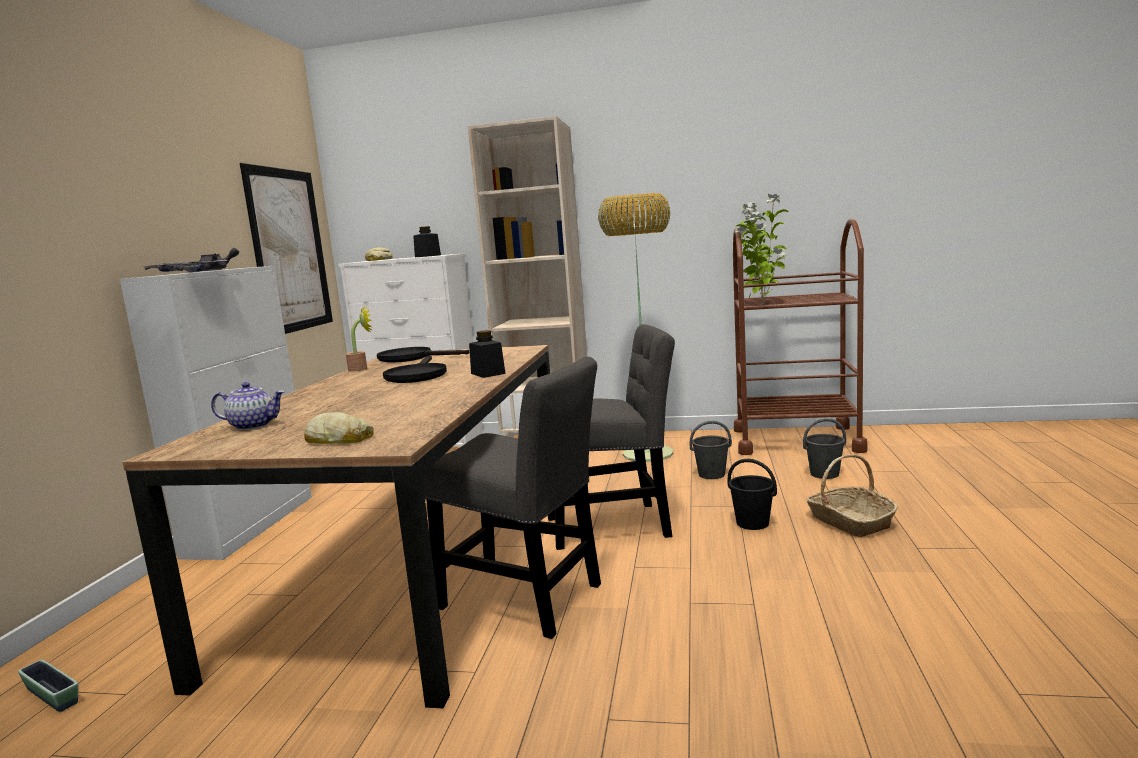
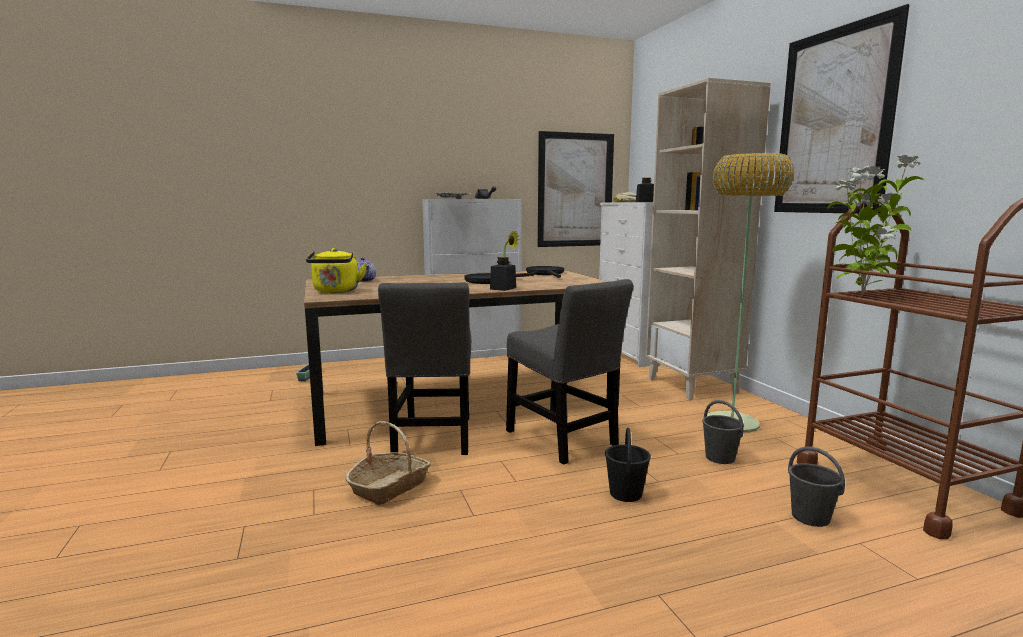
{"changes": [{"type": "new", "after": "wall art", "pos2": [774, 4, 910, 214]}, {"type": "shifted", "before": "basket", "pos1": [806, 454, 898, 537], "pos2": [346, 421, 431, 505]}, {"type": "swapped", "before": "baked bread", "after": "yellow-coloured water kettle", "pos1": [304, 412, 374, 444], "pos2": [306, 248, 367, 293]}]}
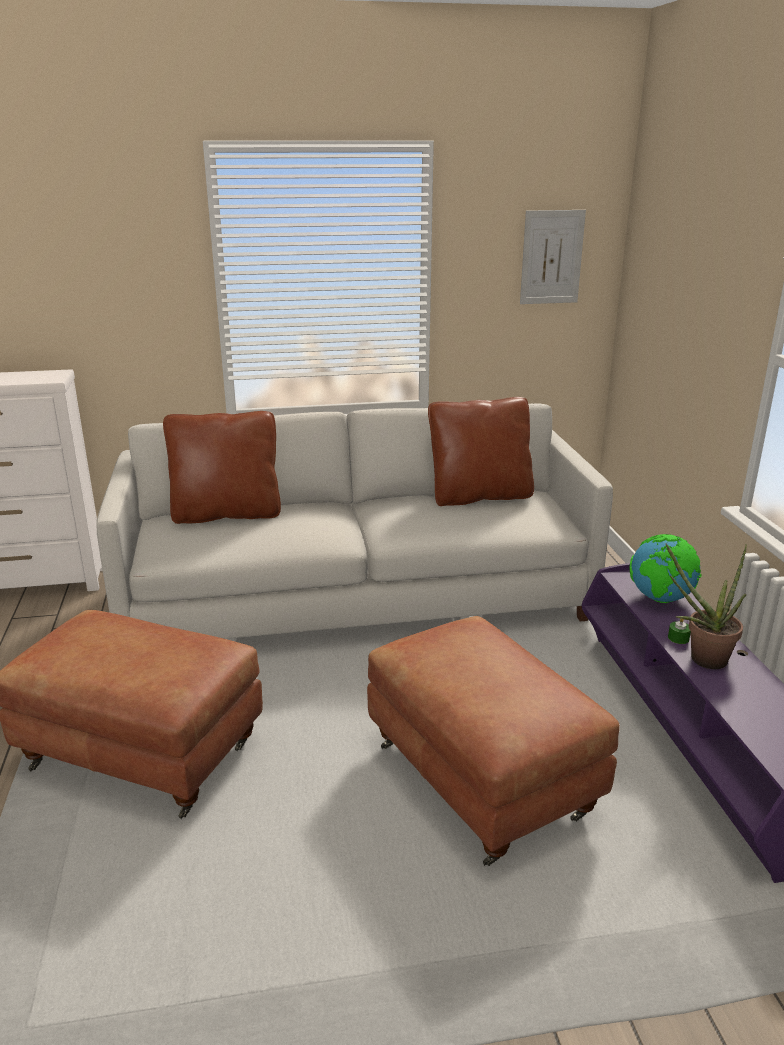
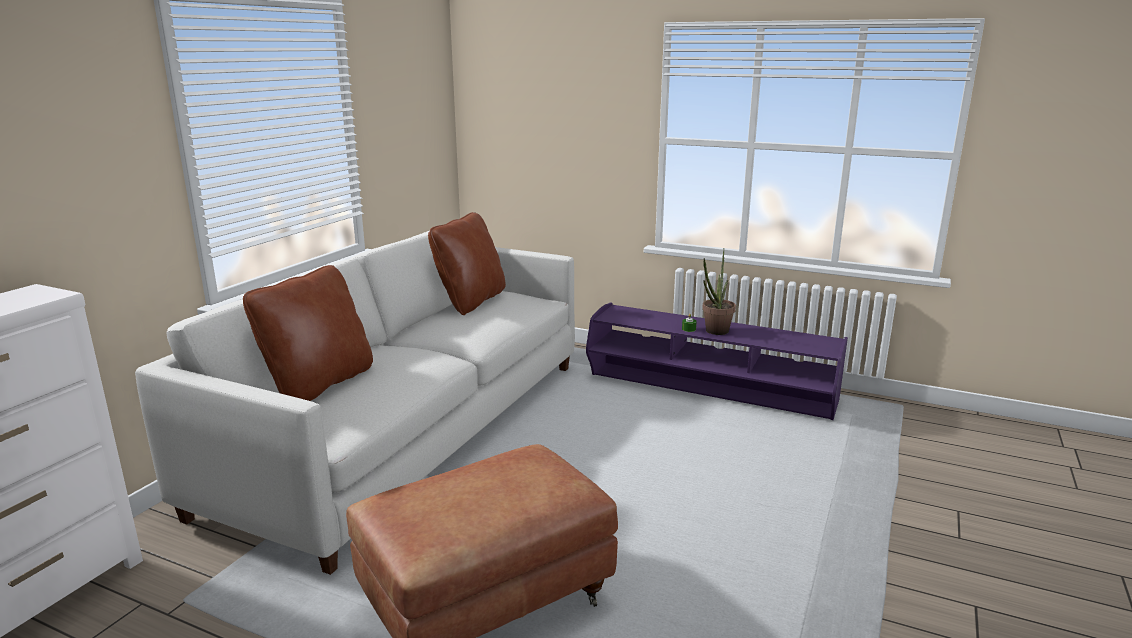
{"changes": [{"type": "gone", "before": "brown footrest", "pos1": [367, 616, 620, 866]}, {"type": "gone", "before": "wall art", "pos1": [520, 210, 586, 304]}, {"type": "gone", "before": "world globe", "pos1": [630, 534, 702, 603]}]}
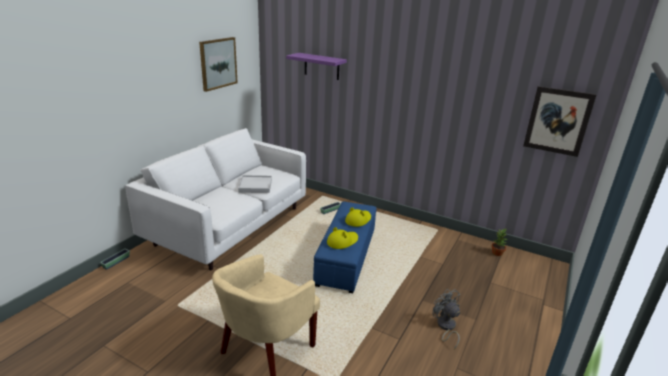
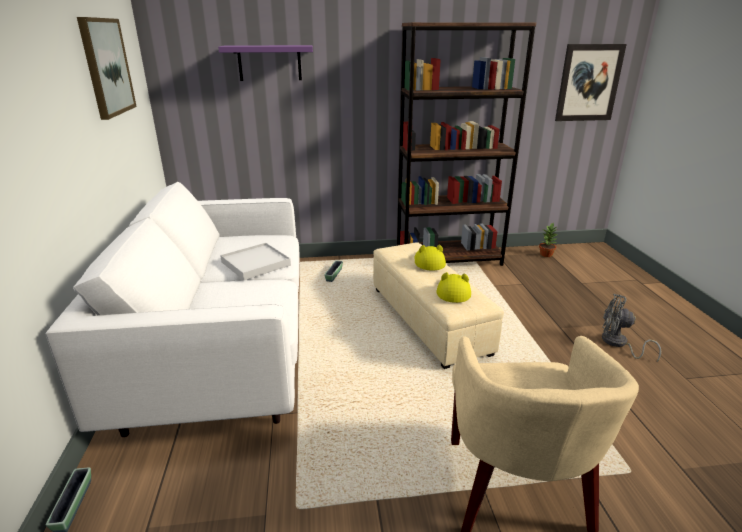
{"changes": [{"type": "new", "after": "brown bookcase", "pos2": [397, 22, 536, 266]}, {"type": "repainted", "before": "blue-coloured footrest", "after": "sand-coloured footrest", "pos1": [313, 201, 377, 293], "pos2": [373, 242, 504, 369]}]}
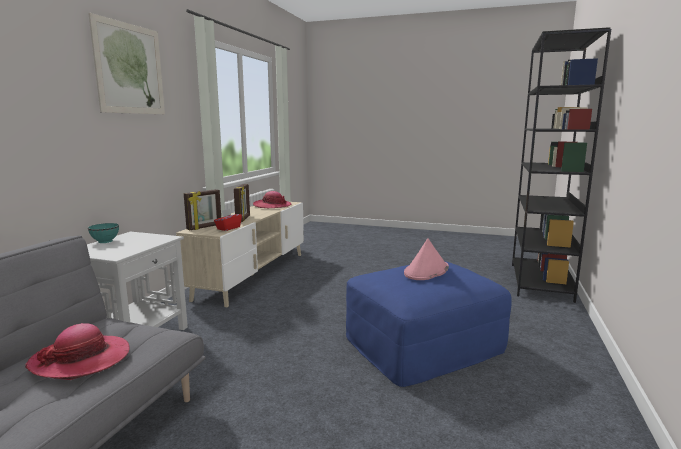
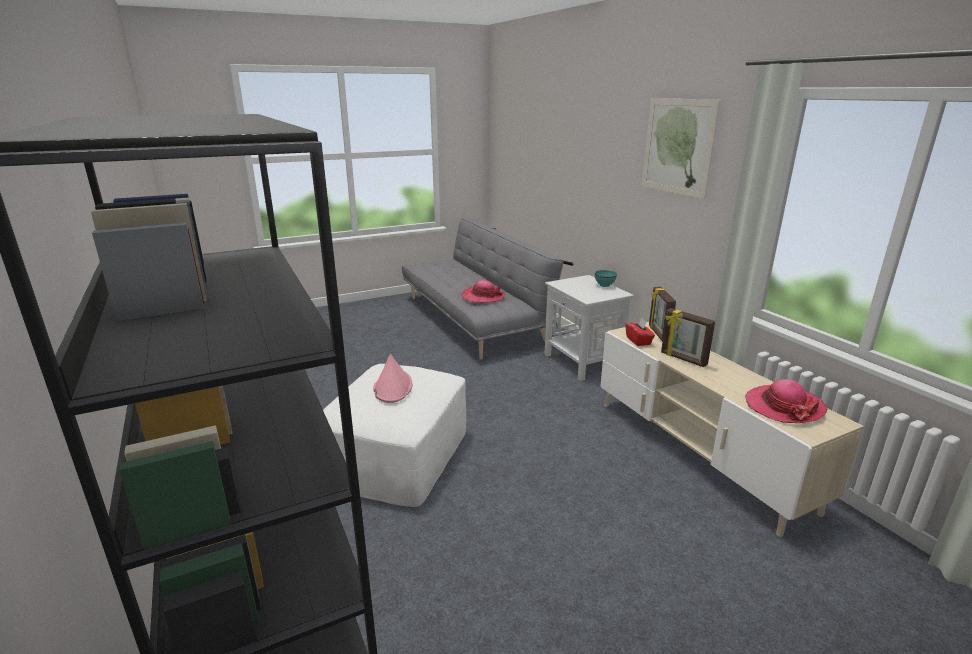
{"changes": [{"type": "repainted", "before": "blue-coloured footrest", "after": "white footrest", "pos1": [346, 261, 512, 387], "pos2": [323, 364, 466, 507]}]}
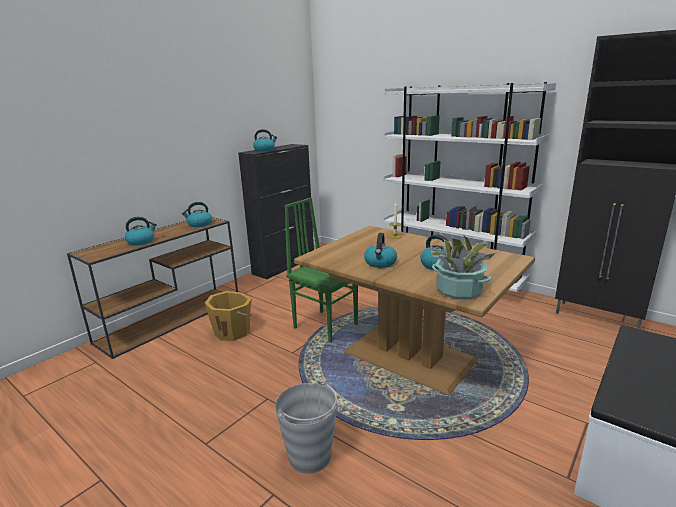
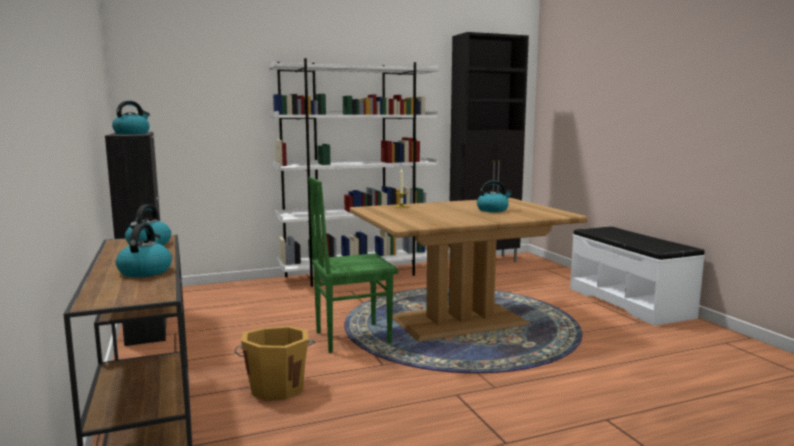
{"changes": [{"type": "gone", "before": "gray bucket", "pos1": [275, 380, 337, 474]}, {"type": "gone", "before": "water kettle", "pos1": [364, 233, 397, 268]}, {"type": "gone", "before": "potted plant", "pos1": [431, 235, 497, 299]}]}
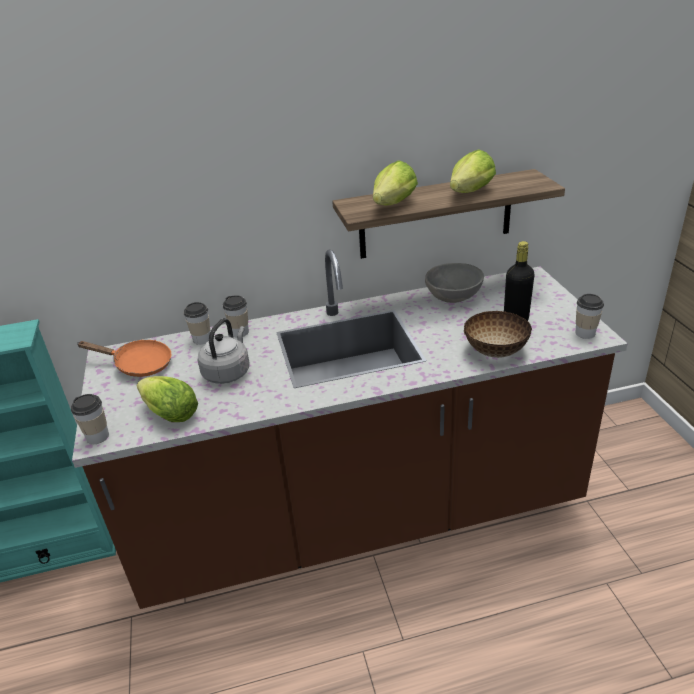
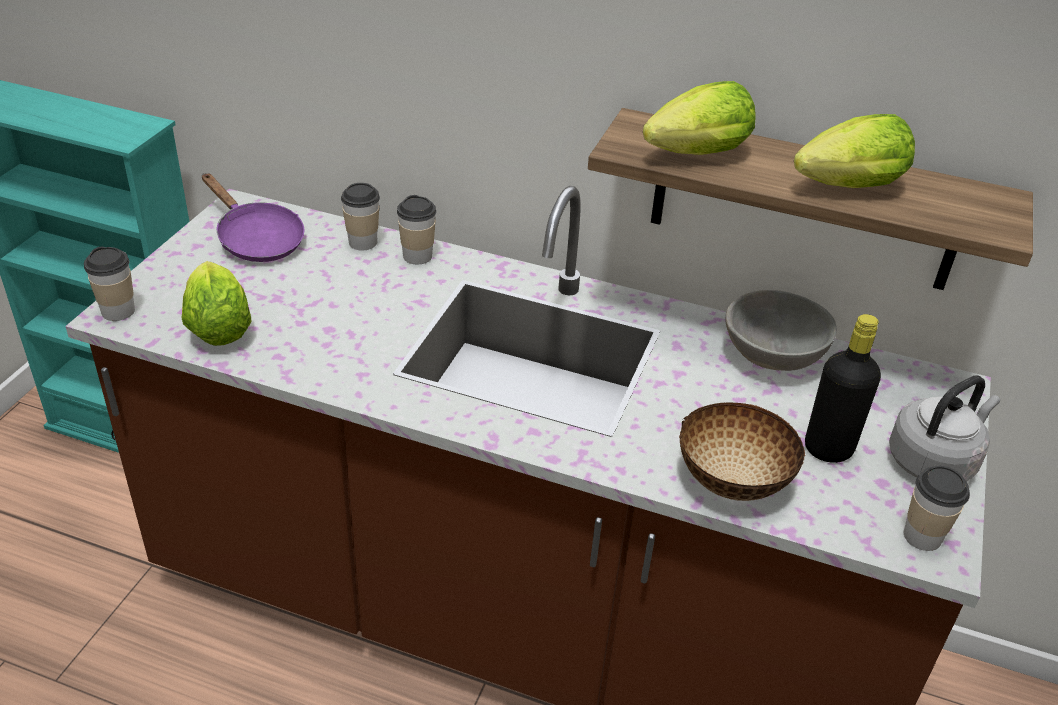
{"changes": [{"type": "shifted", "before": "gray water kettle", "pos1": [198, 318, 249, 384], "pos2": [889, 375, 1000, 481]}, {"type": "repainted", "before": "orange skillet", "after": "purplish skillet", "pos1": [78, 340, 172, 377], "pos2": [202, 173, 305, 262]}]}
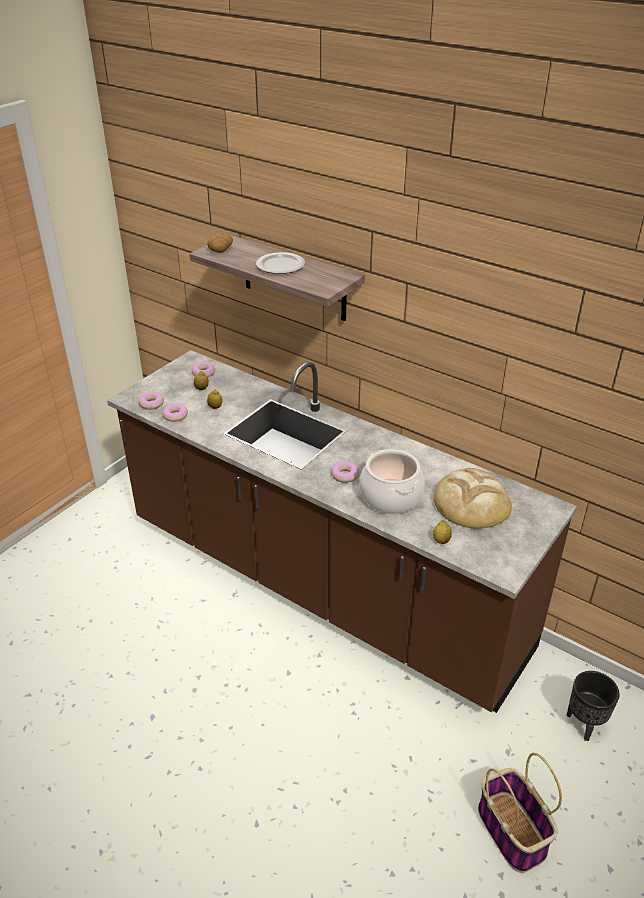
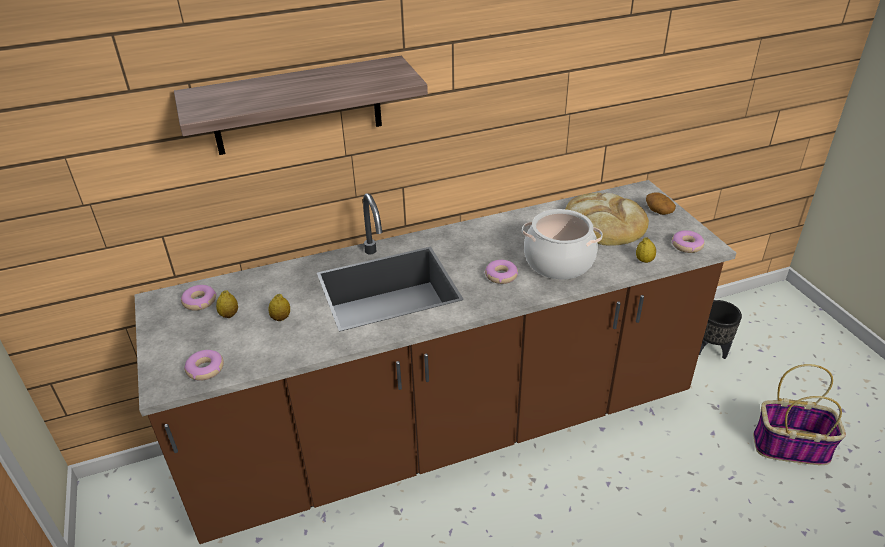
{"changes": [{"type": "gone", "before": "flat dish", "pos1": [256, 252, 305, 274]}, {"type": "shifted", "before": "ring doughnut", "pos1": [162, 404, 188, 422], "pos2": [672, 230, 705, 253]}, {"type": "shifted", "before": "spud", "pos1": [208, 233, 233, 253], "pos2": [646, 192, 676, 215]}]}
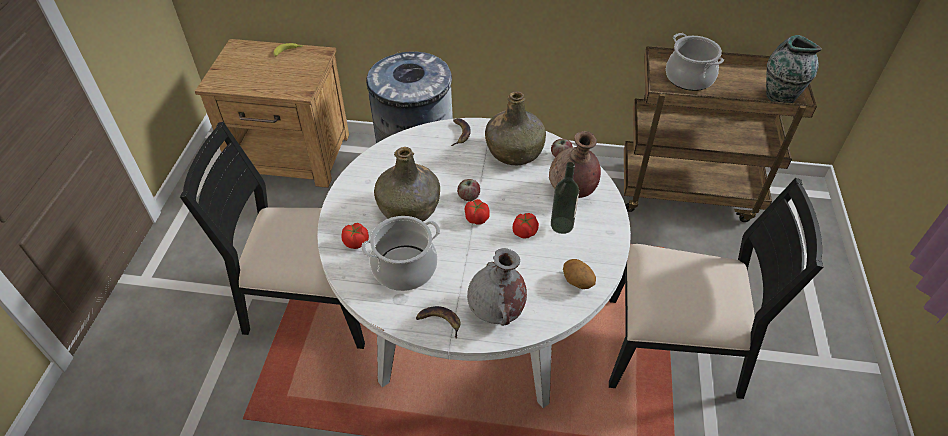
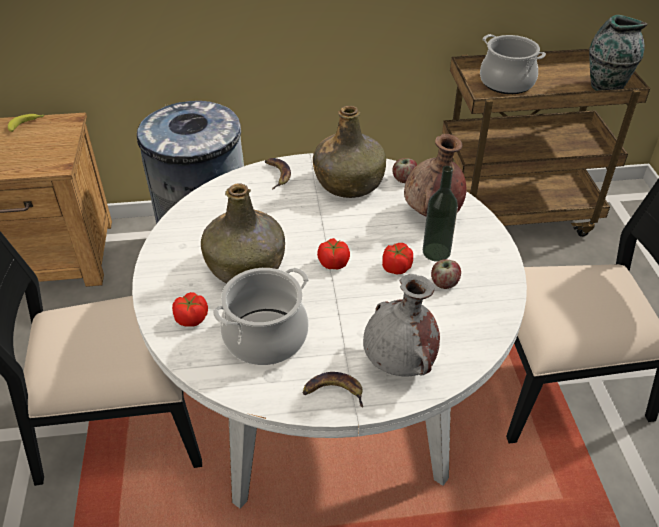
{"changes": [{"type": "gone", "before": "spud", "pos1": [563, 259, 596, 289]}, {"type": "shifted", "before": "apple fruit", "pos1": [457, 179, 480, 201], "pos2": [431, 259, 461, 289]}]}
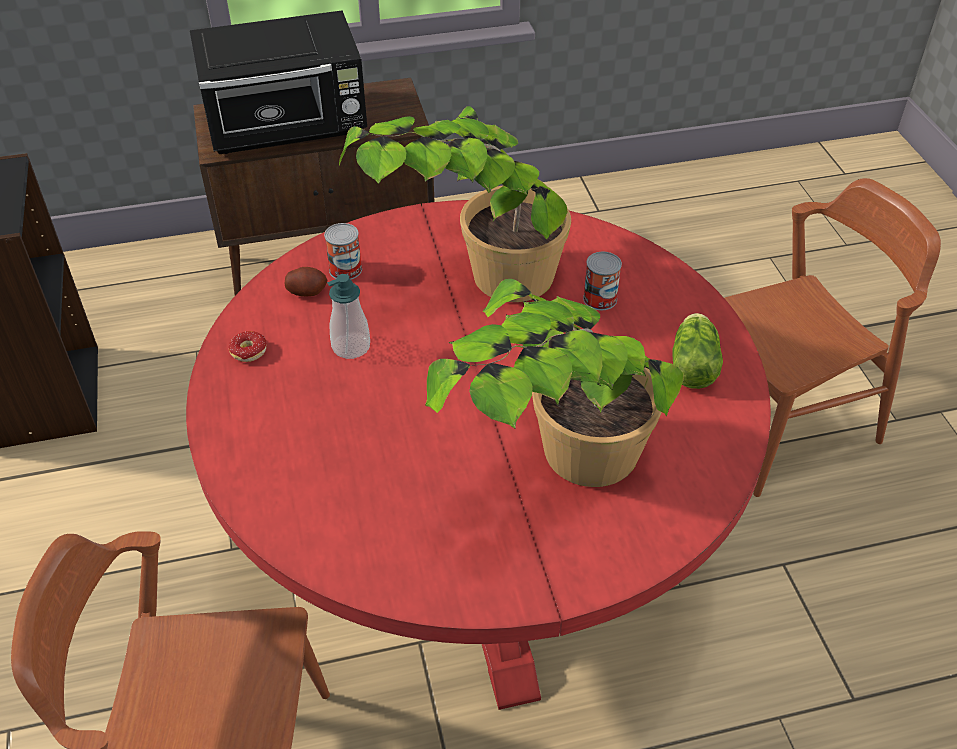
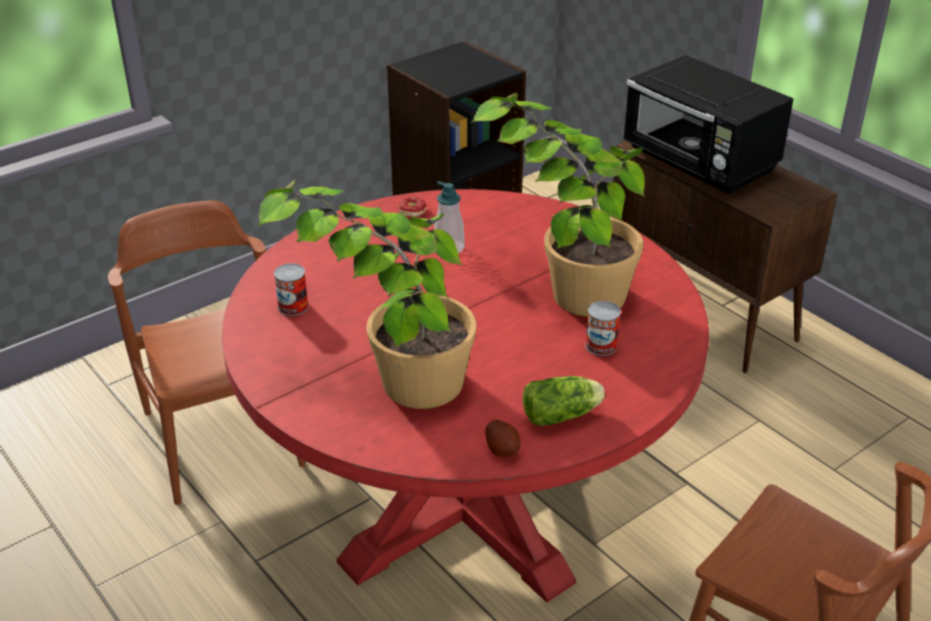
{"changes": [{"type": "shifted", "before": "spud", "pos1": [285, 267, 327, 297], "pos2": [485, 420, 521, 457]}, {"type": "shifted", "before": "metal can", "pos1": [324, 223, 362, 280], "pos2": [274, 263, 308, 316]}]}
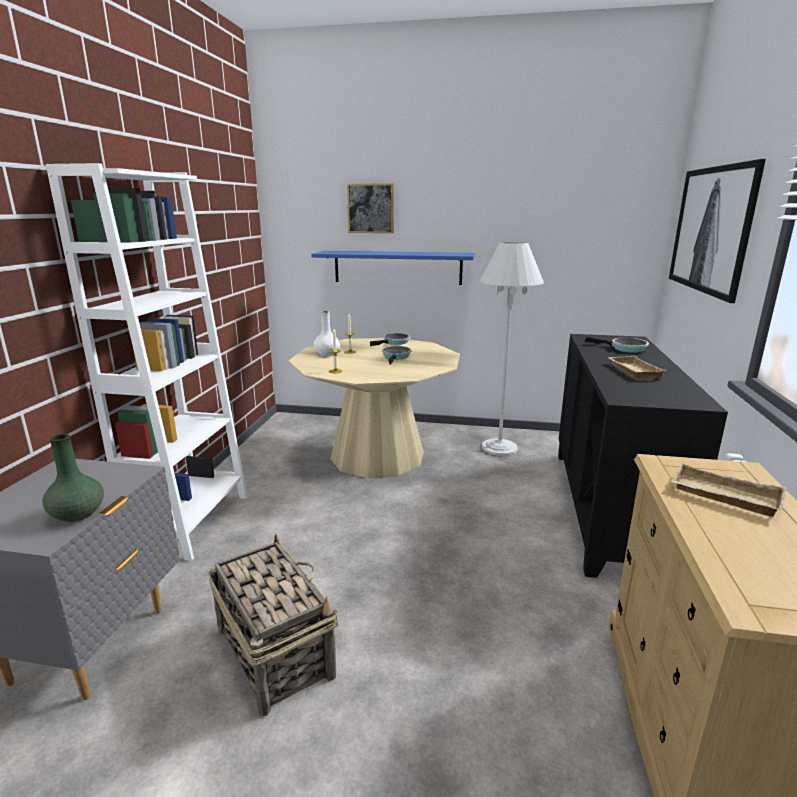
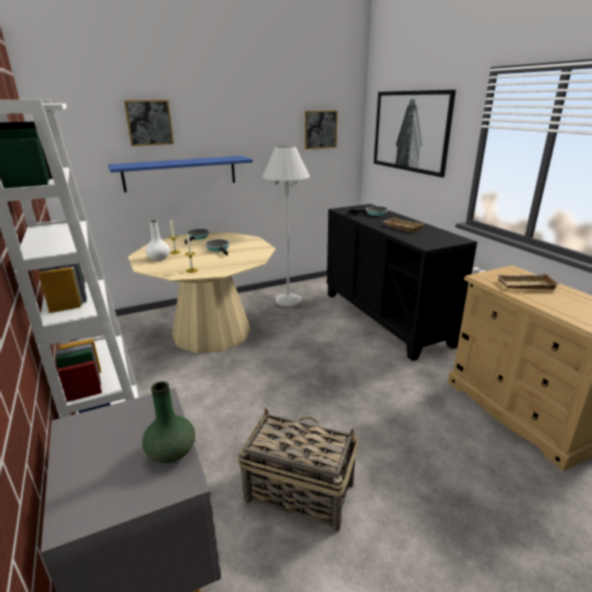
{"changes": [{"type": "new", "after": "wall art", "pos2": [305, 110, 338, 149]}]}
